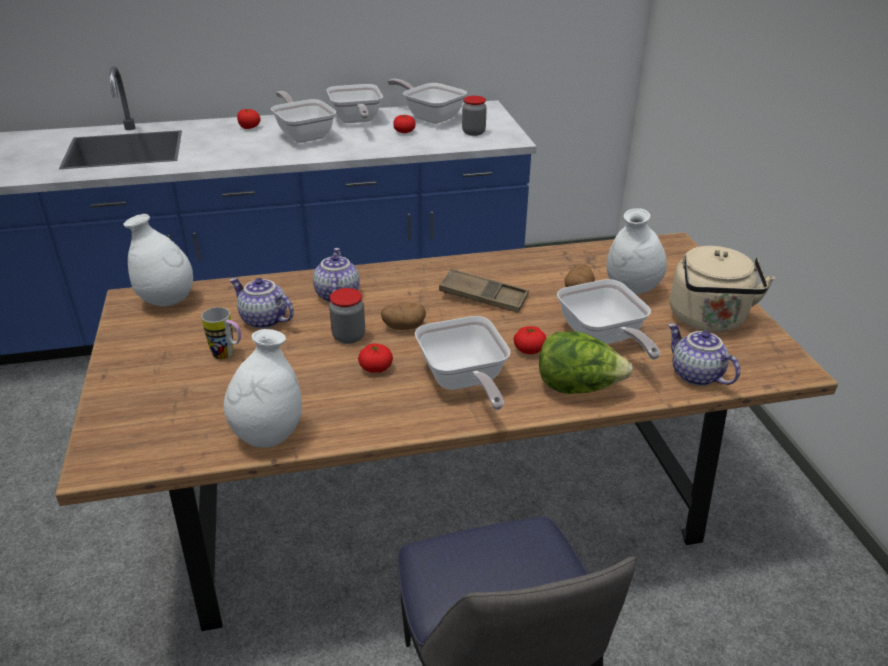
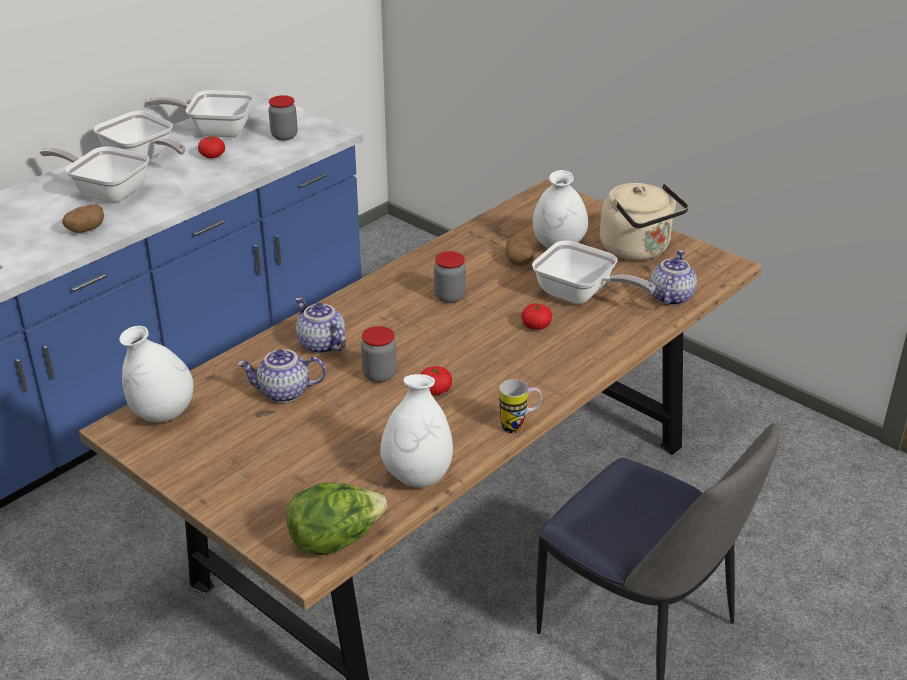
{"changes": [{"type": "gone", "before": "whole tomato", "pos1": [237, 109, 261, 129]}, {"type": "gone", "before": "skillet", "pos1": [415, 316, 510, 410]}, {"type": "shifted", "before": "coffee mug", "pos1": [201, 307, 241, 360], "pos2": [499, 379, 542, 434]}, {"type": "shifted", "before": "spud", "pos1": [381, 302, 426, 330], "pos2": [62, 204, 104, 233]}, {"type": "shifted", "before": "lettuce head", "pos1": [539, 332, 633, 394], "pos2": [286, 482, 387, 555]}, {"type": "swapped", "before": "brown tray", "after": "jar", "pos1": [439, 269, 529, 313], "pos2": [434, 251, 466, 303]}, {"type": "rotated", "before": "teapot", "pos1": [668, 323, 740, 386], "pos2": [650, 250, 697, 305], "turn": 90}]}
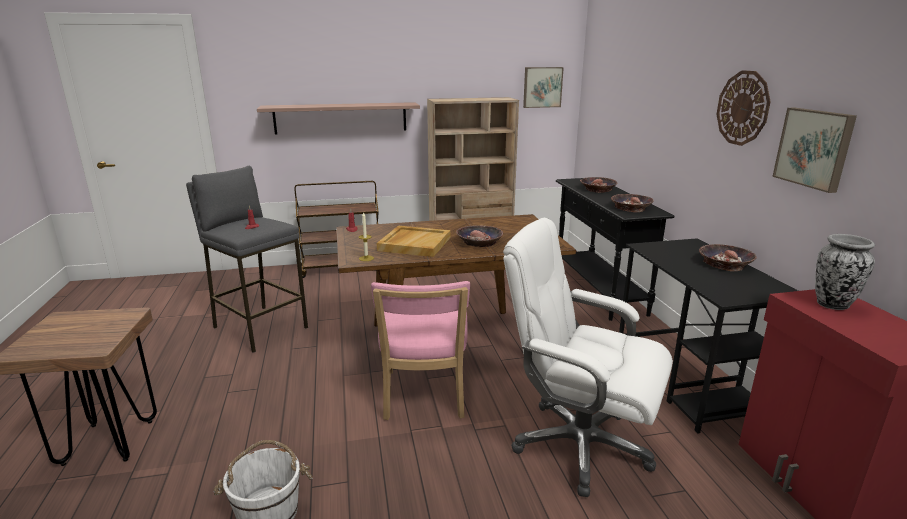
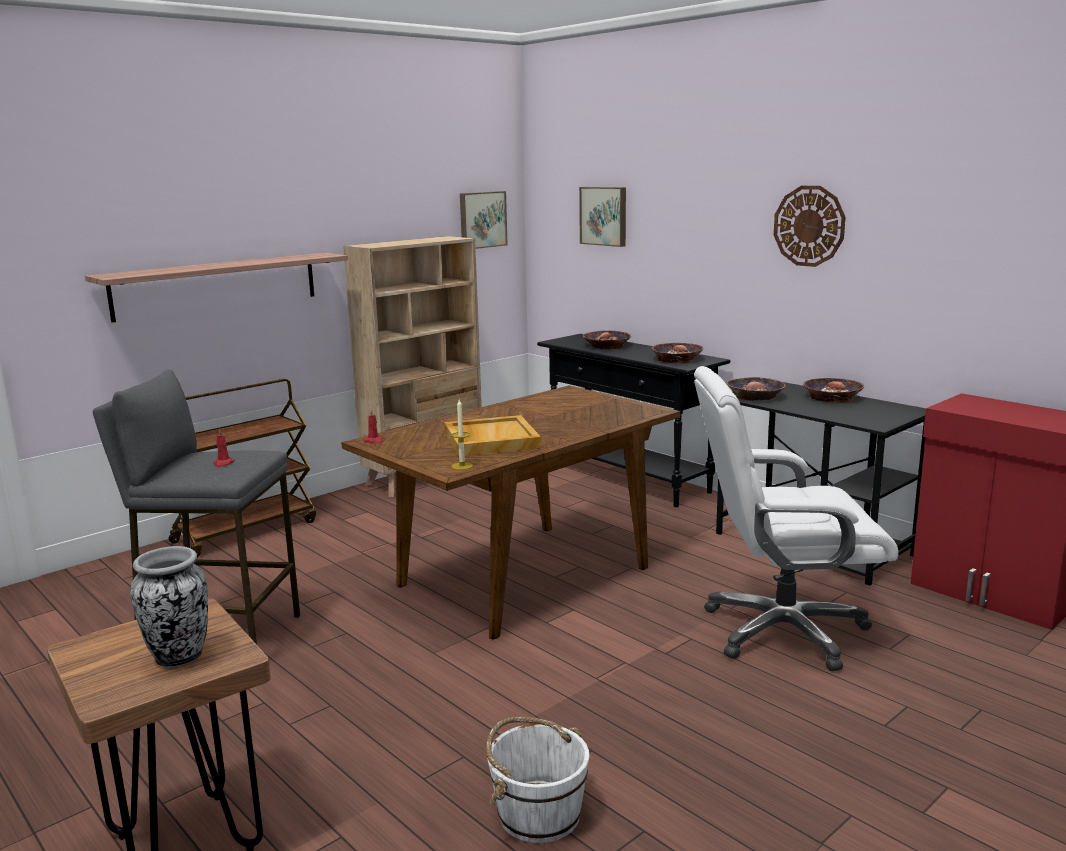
{"changes": [{"type": "gone", "before": "pinkish chair", "pos1": [371, 281, 470, 420]}, {"type": "shifted", "before": "deep dish", "pos1": [456, 225, 503, 247], "pos2": [726, 377, 786, 401]}, {"type": "shifted", "before": "wall art", "pos1": [772, 108, 857, 193], "pos2": [579, 187, 626, 247]}, {"type": "shifted", "before": "flower vase", "pos1": [815, 234, 875, 310], "pos2": [130, 546, 208, 667]}]}
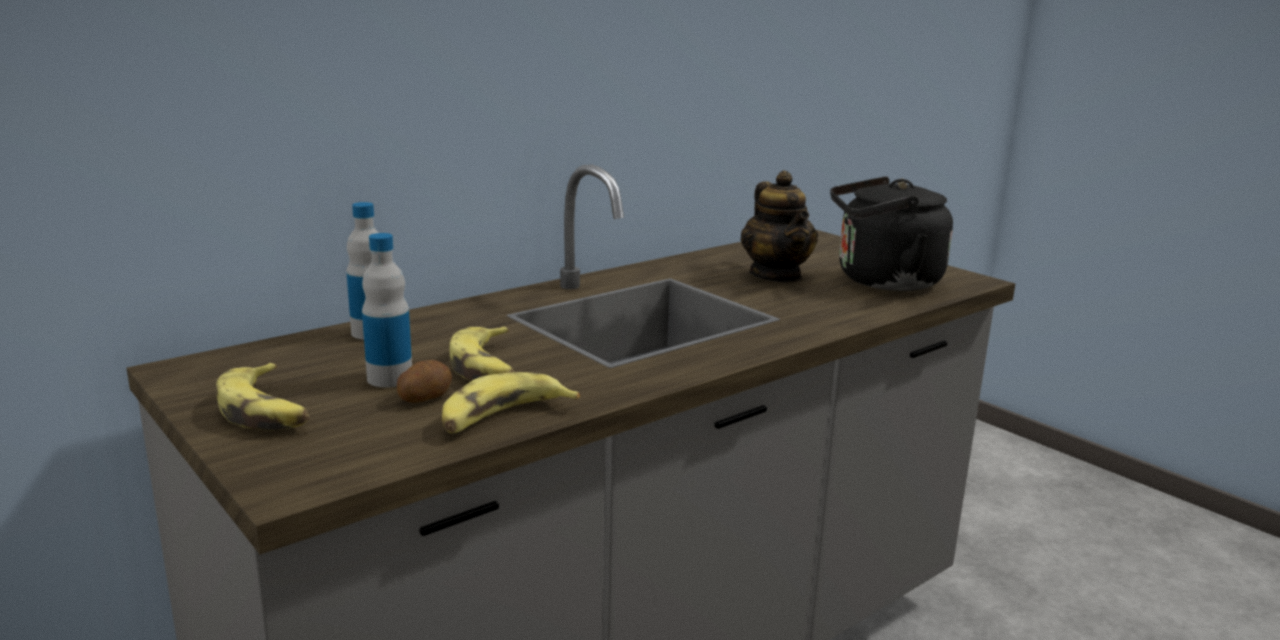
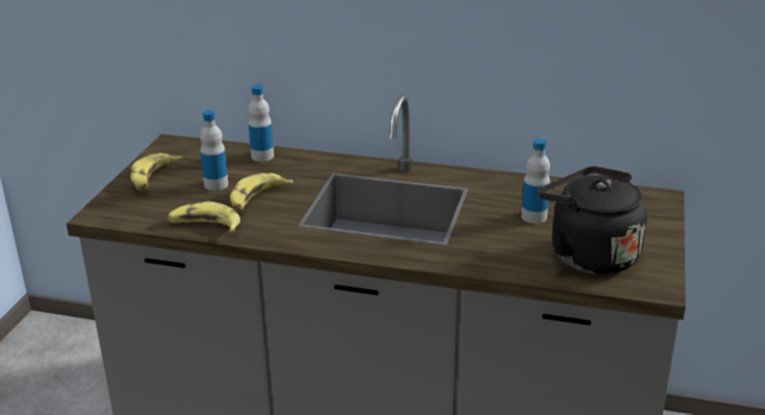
{"changes": [{"type": "gone", "before": "spud", "pos1": [397, 360, 452, 403]}, {"type": "swapped", "before": "teapot", "after": "drink bottle", "pos1": [741, 170, 818, 283], "pos2": [521, 138, 550, 224]}]}
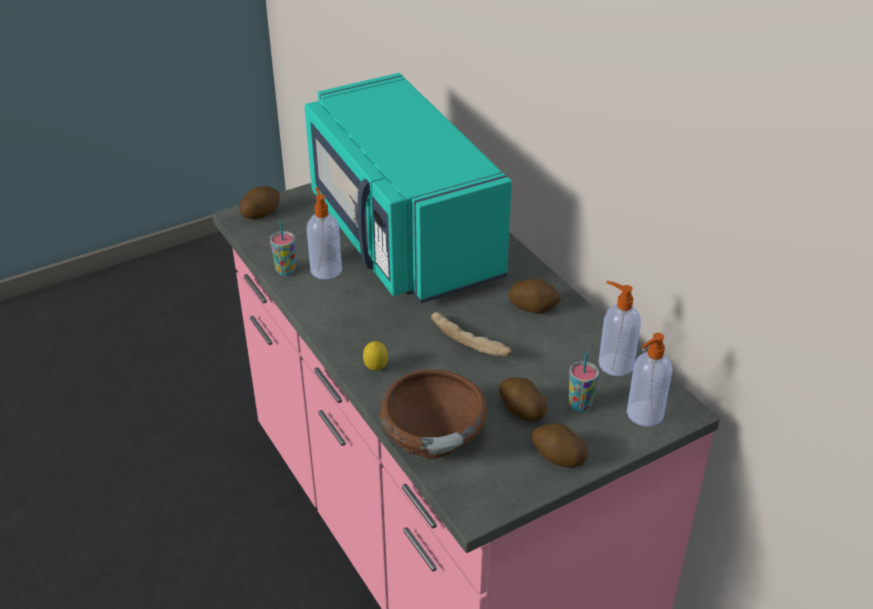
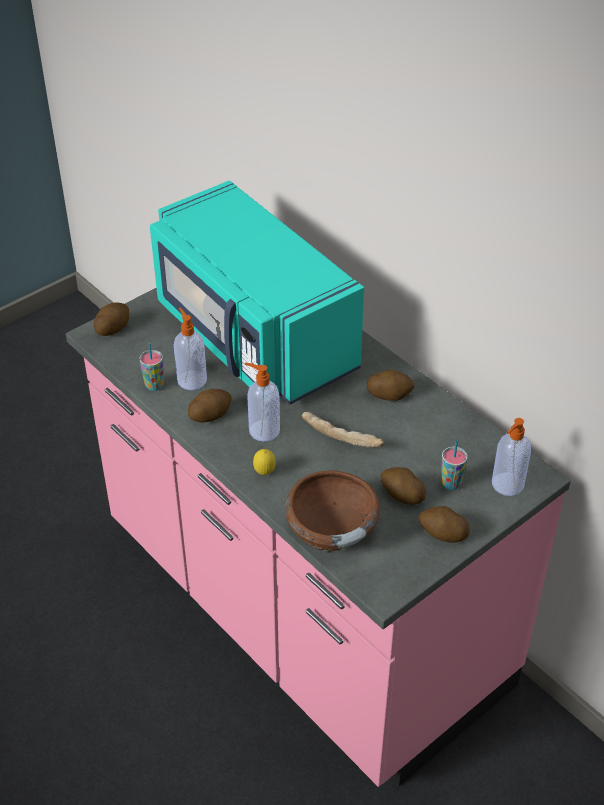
{"changes": [{"type": "new", "after": "spud", "pos2": [188, 389, 231, 422]}, {"type": "shifted", "before": "soap dispenser", "pos1": [599, 281, 641, 376], "pos2": [245, 362, 280, 442]}]}
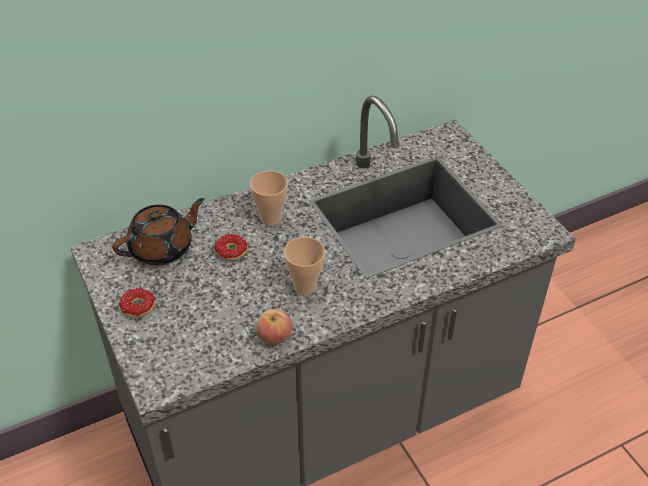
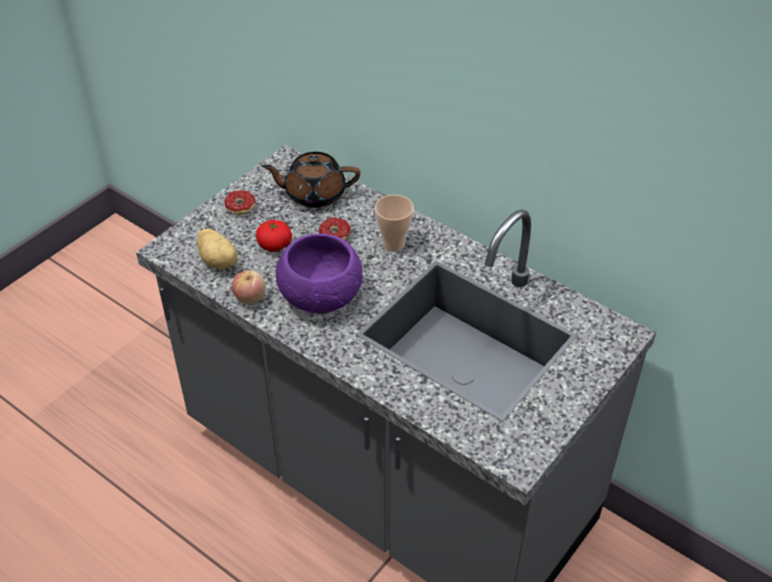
{"changes": [{"type": "new", "after": "spud", "pos2": [197, 229, 238, 270]}, {"type": "new", "after": "whole tomato", "pos2": [256, 219, 292, 252]}, {"type": "swapped", "before": "drinking cup", "after": "purplish deep dish", "pos1": [284, 237, 325, 295], "pos2": [276, 234, 362, 313]}, {"type": "rotated", "before": "brown teapot", "pos1": [112, 198, 204, 265], "pos2": [262, 152, 360, 208], "turn": 150}]}
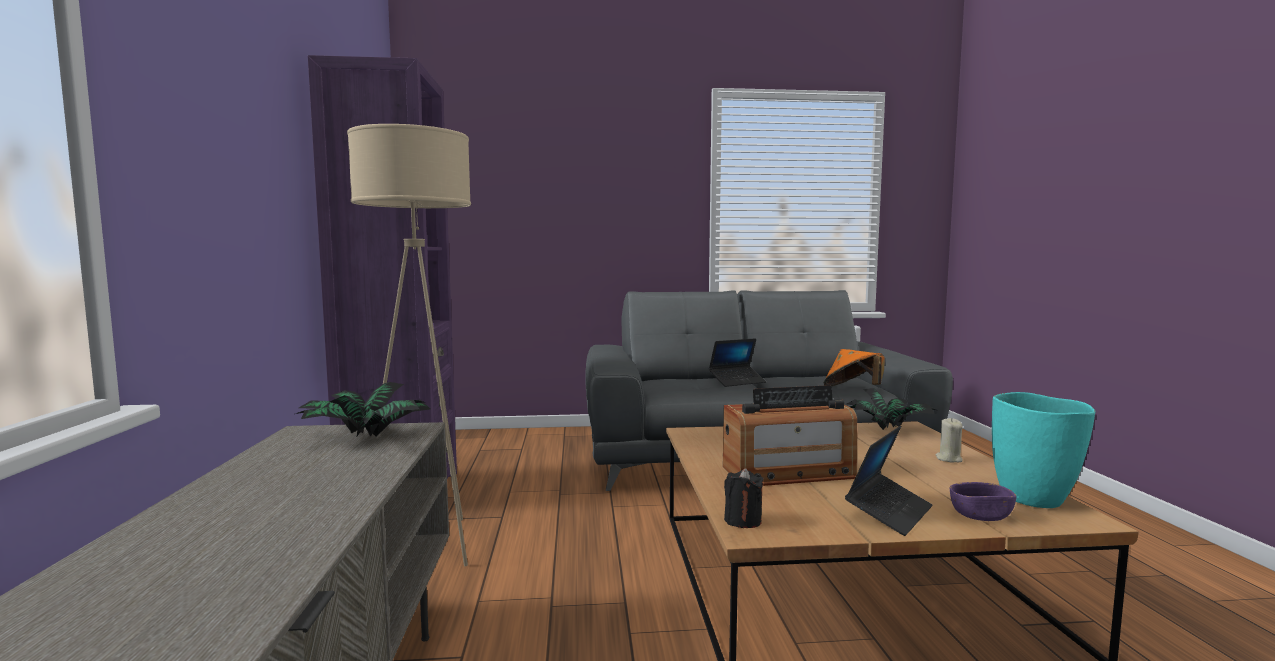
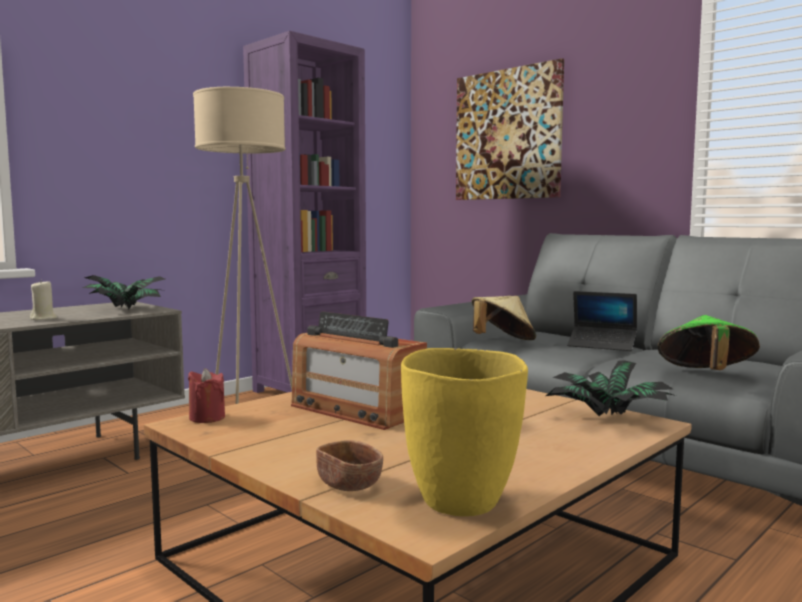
{"changes": [{"type": "gone", "before": "portable computer", "pos1": [845, 426, 932, 536]}, {"type": "new", "after": "wall art", "pos2": [456, 58, 564, 200]}, {"type": "new", "after": "sand-coloured hat", "pos2": [471, 296, 536, 340]}, {"type": "shifted", "before": "sand-coloured candle", "pos1": [936, 418, 963, 463], "pos2": [30, 281, 57, 320]}, {"type": "repainted", "before": "blackish candle", "after": "reddish candle", "pos1": [724, 468, 764, 528], "pos2": [188, 368, 225, 423]}, {"type": "repainted", "before": "orange hat", "after": "green hat", "pos1": [824, 349, 884, 386], "pos2": [657, 315, 760, 370]}, {"type": "repainted", "before": "purplish deep dish", "after": "brown deep dish", "pos1": [950, 482, 1016, 521], "pos2": [316, 440, 383, 491]}, {"type": "repainted", "before": "blue-green flower vase", "after": "yellow-coloured flower vase", "pos1": [992, 392, 1096, 508], "pos2": [401, 348, 528, 516]}]}
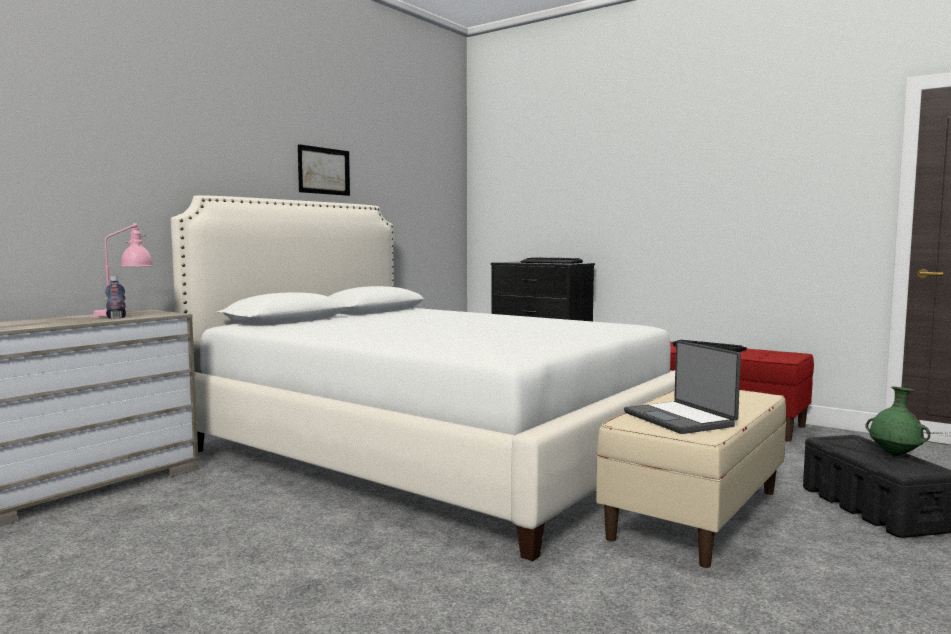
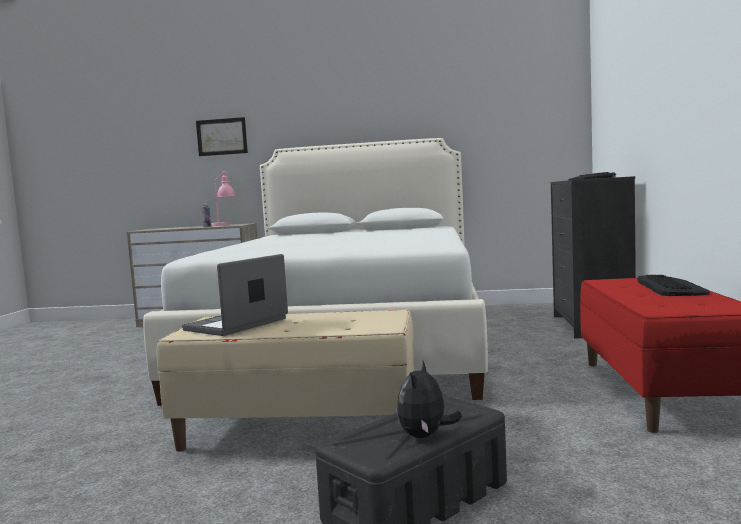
{"changes": [{"type": "shifted", "before": "wall art", "pos1": [298, 144, 350, 196], "pos2": [196, 117, 248, 156]}, {"type": "swapped", "before": "green flower vase", "after": "soft toy", "pos1": [865, 386, 930, 456], "pos2": [397, 361, 462, 438]}]}
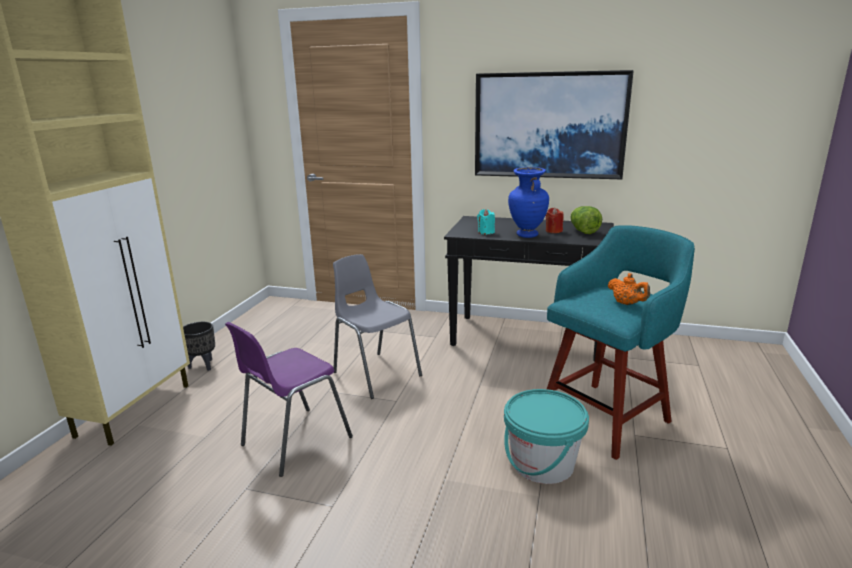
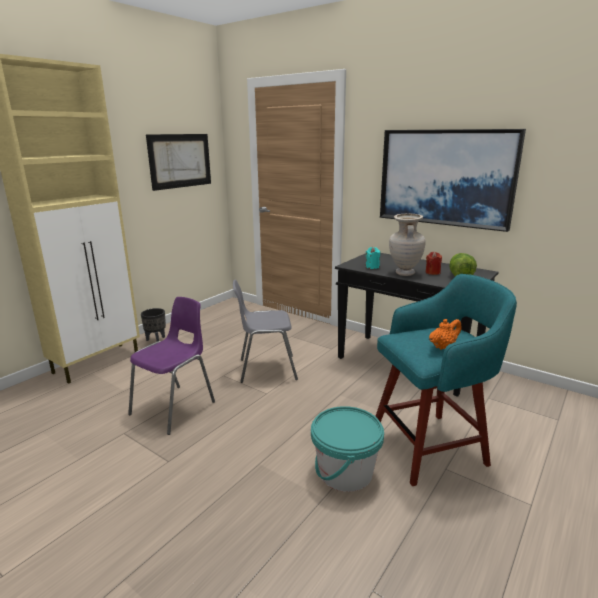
{"changes": [{"type": "new", "after": "wall art", "pos2": [146, 134, 211, 191]}, {"type": "repainted", "before": "blue-coloured flower vase", "after": "sand-coloured flower vase", "pos1": [508, 167, 549, 238], "pos2": [389, 214, 426, 276]}, {"type": "rotated", "before": "purplish chair", "pos1": [225, 322, 353, 477], "pos2": [128, 297, 215, 435], "turn": 150}, {"type": "rotated", "before": "gray chair", "pos1": [333, 254, 422, 399], "pos2": [233, 280, 298, 383], "turn": -75}, {"type": "rotated", "before": "orange teapot", "pos1": [608, 273, 650, 305], "pos2": [429, 319, 461, 350], "turn": -105}]}
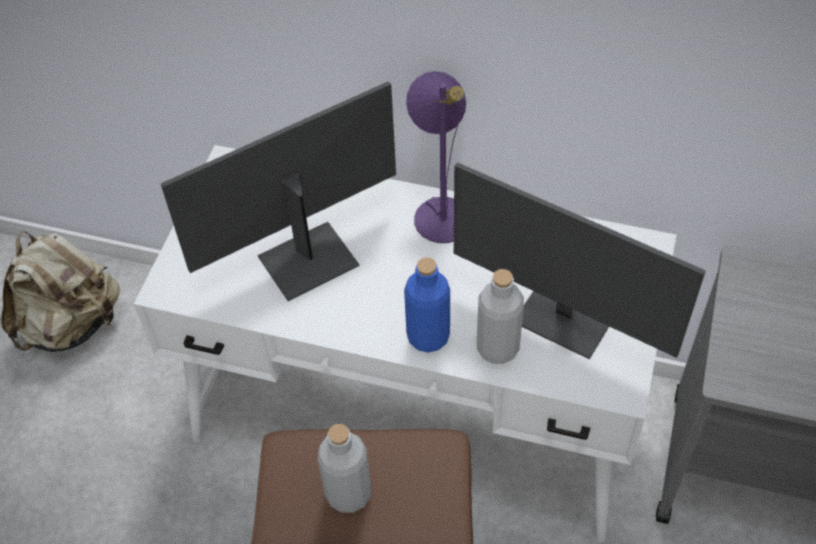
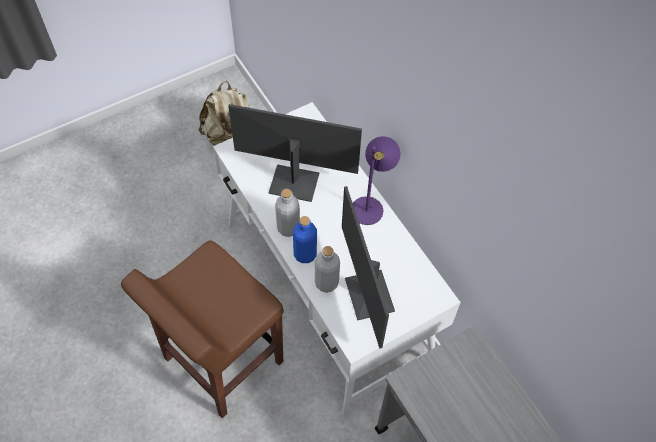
{"changes": [{"type": "shifted", "before": "gray drink bottle", "pos1": [318, 424, 371, 513], "pos2": [275, 189, 300, 237]}]}
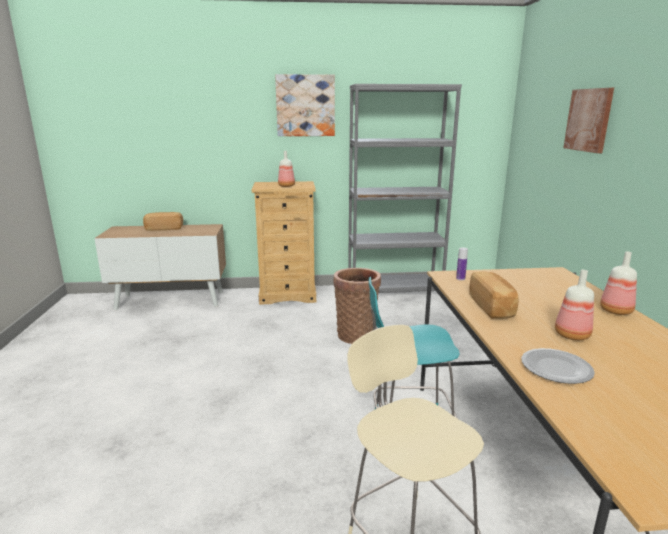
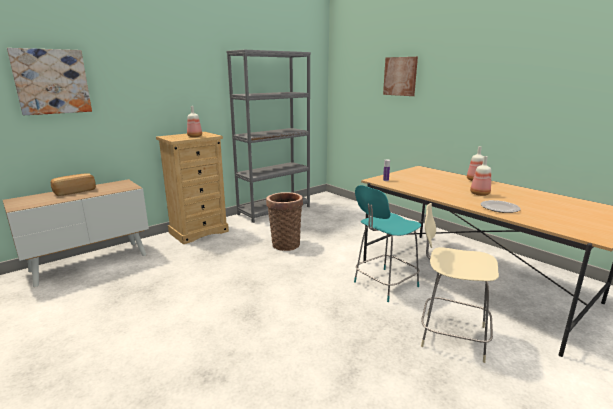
{"changes": [{"type": "gone", "before": "baked bread", "pos1": [469, 271, 518, 319]}, {"type": "shifted", "before": "wall art", "pos1": [275, 74, 335, 136], "pos2": [7, 48, 92, 115]}]}
